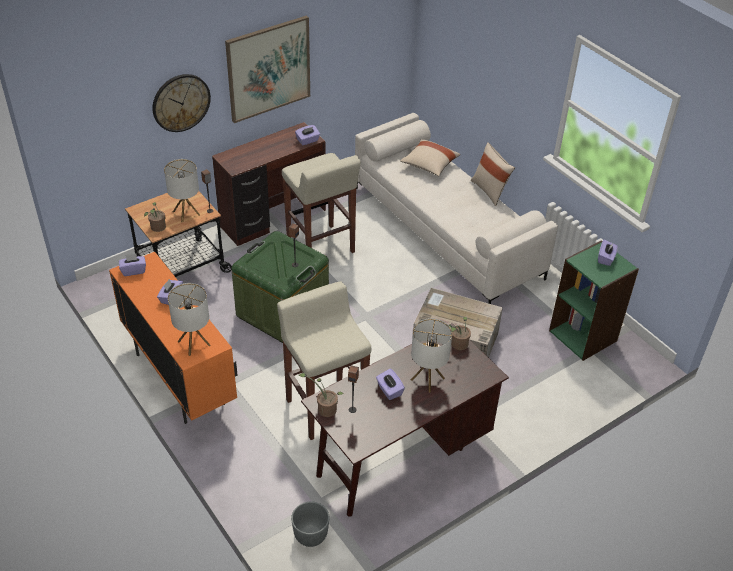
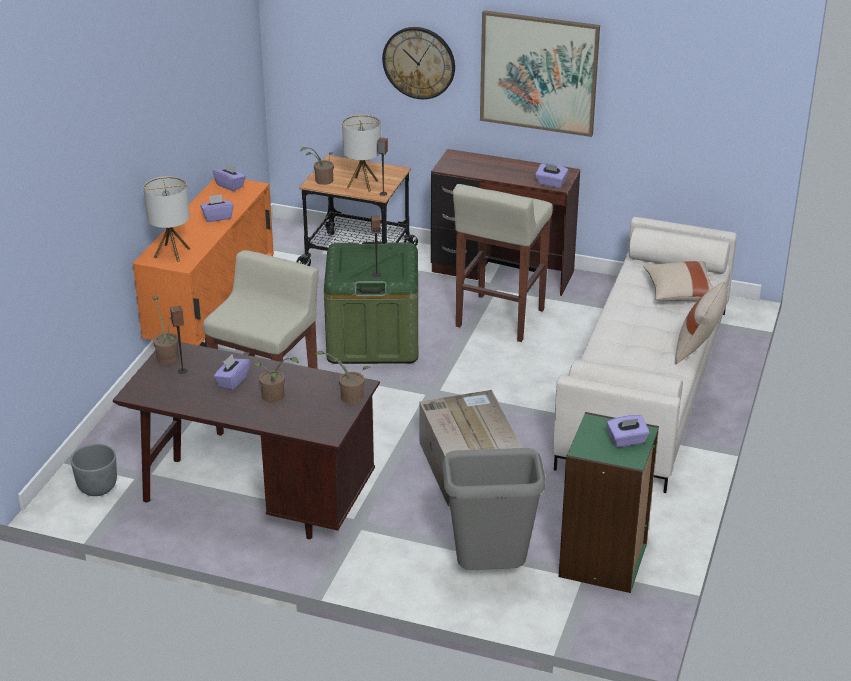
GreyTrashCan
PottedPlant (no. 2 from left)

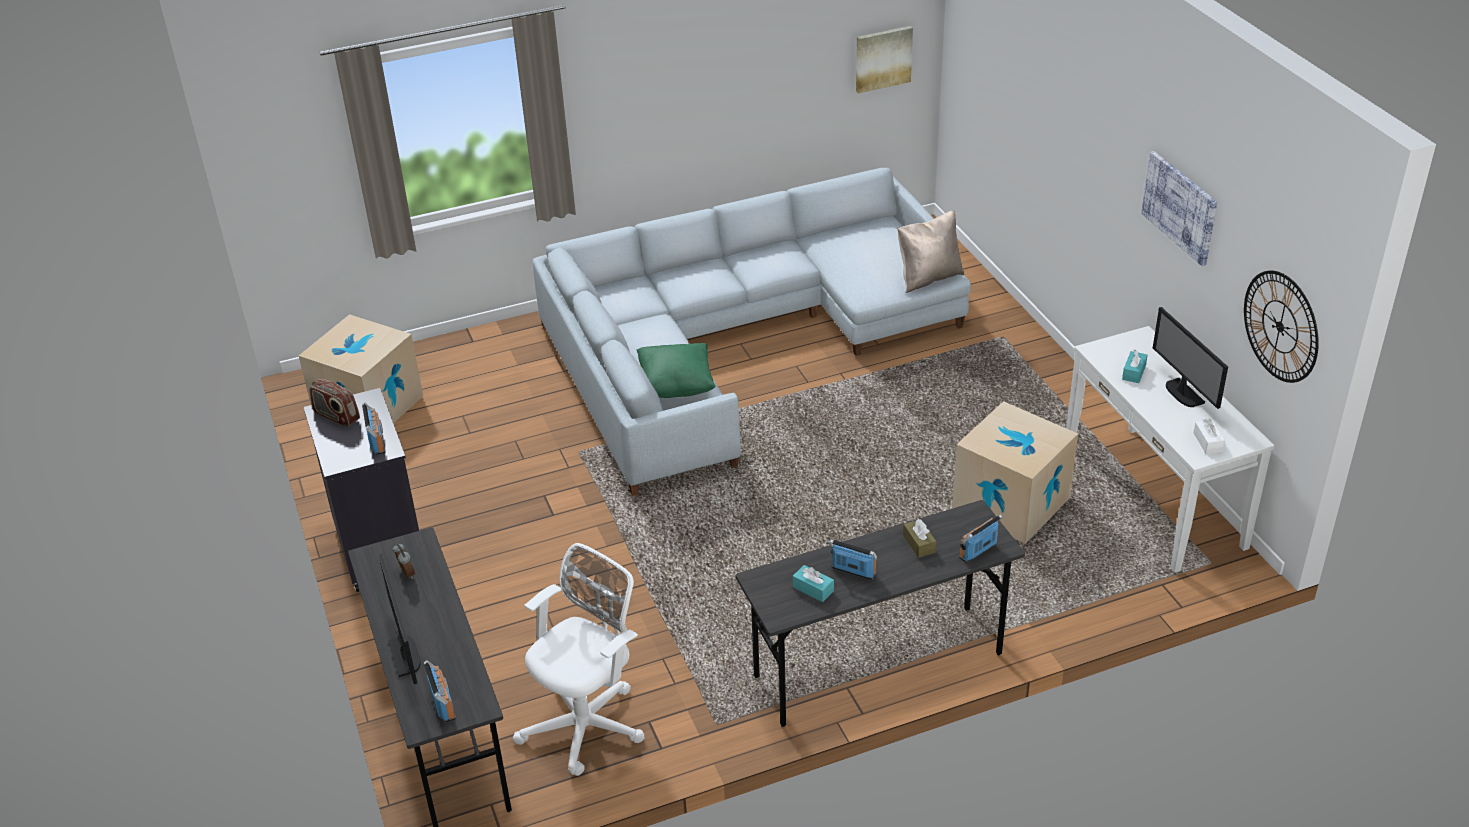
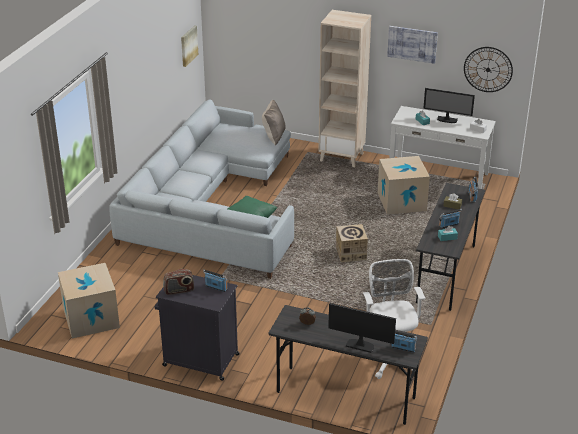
BeigeBookcase
CardboardBox (no. 2 from left)

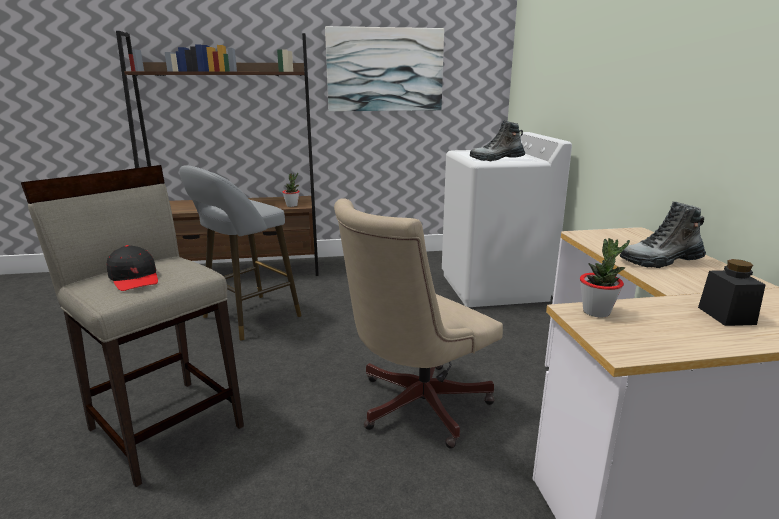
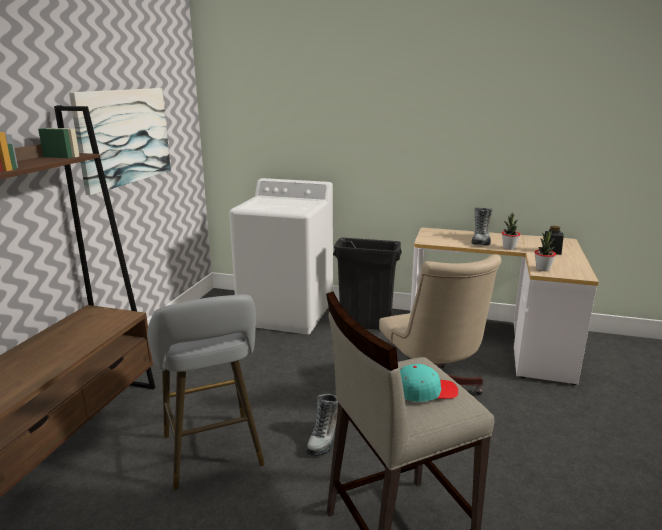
BlackTrashCan
PottedPlant (no. 1 from left)
Boot (no. 1 from left)
TurquoiseCap

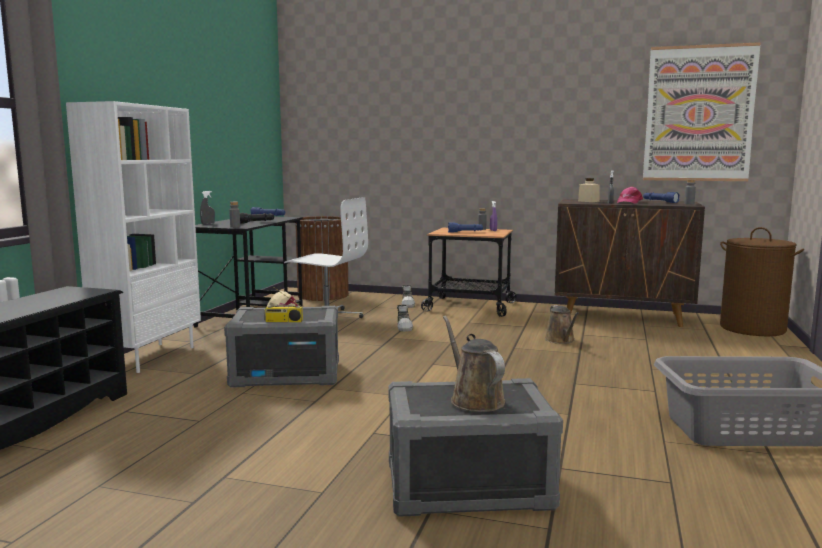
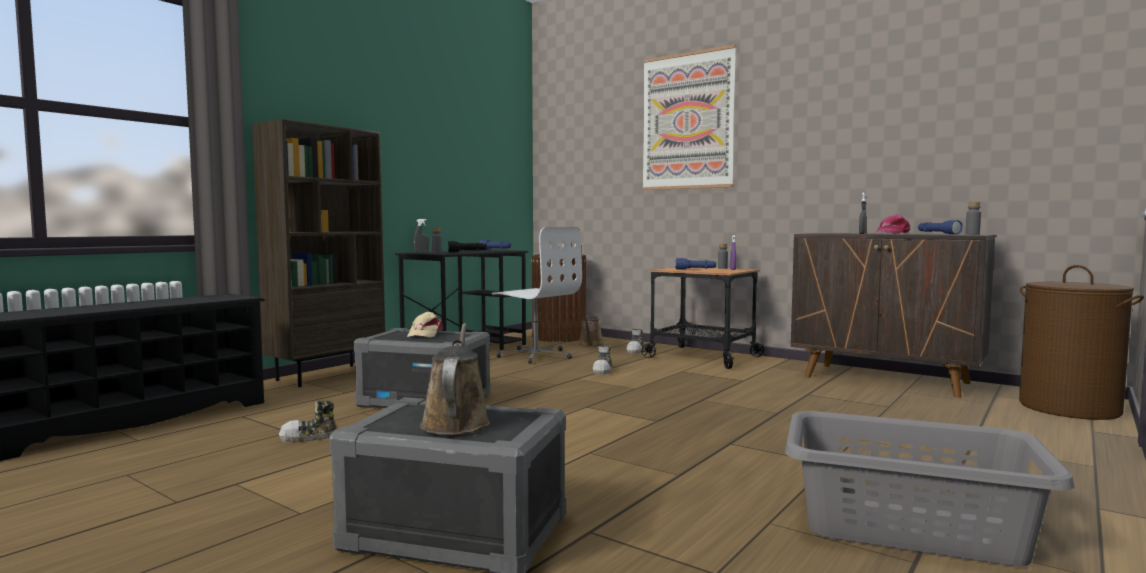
Radio
BeigeJar
Shoe (no. 1 from left)
BrownWateringCan (no. 2 from left)
Picture
BrownBookcase

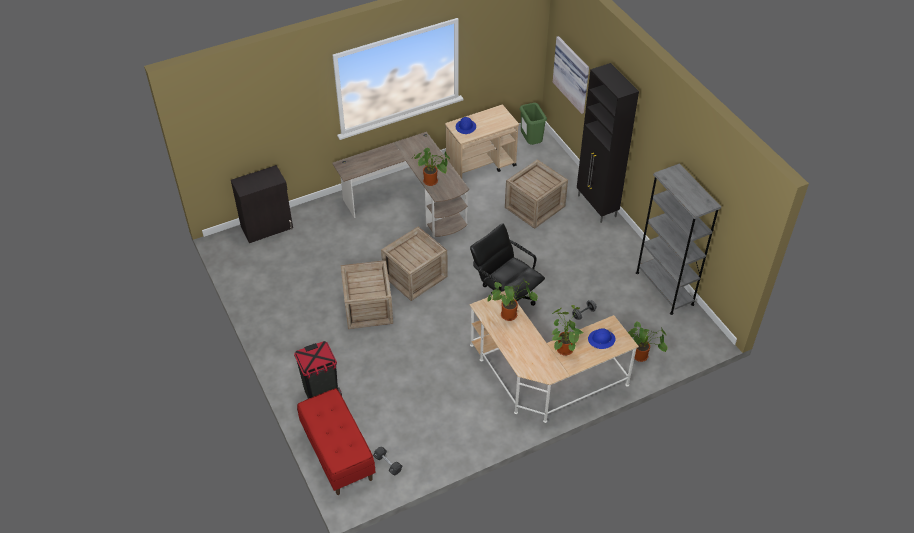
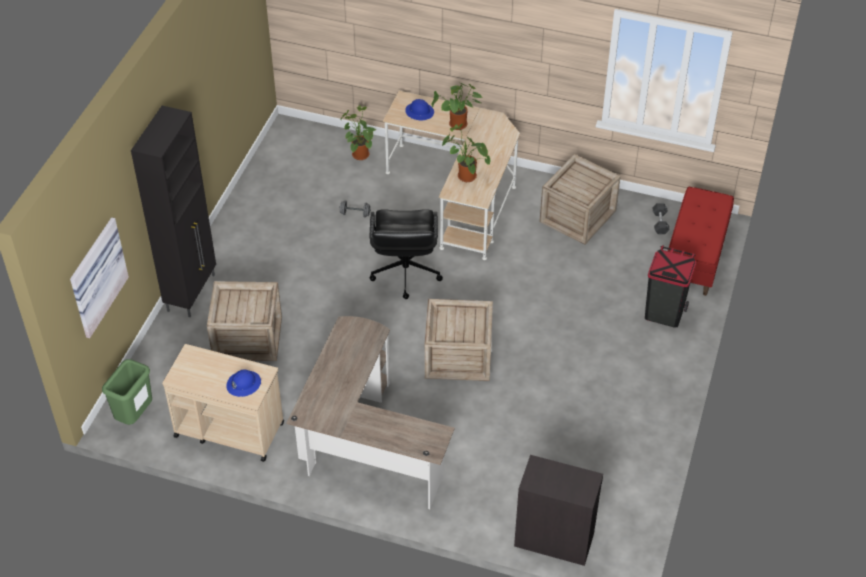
PottedPlant (no. 1 from left in the first image)
GreyBookcase
Crate (no. 3 from left)

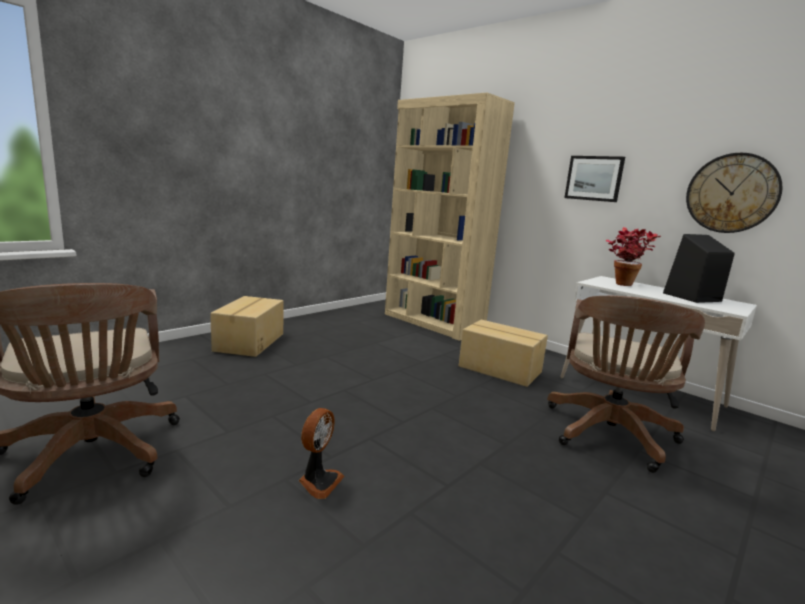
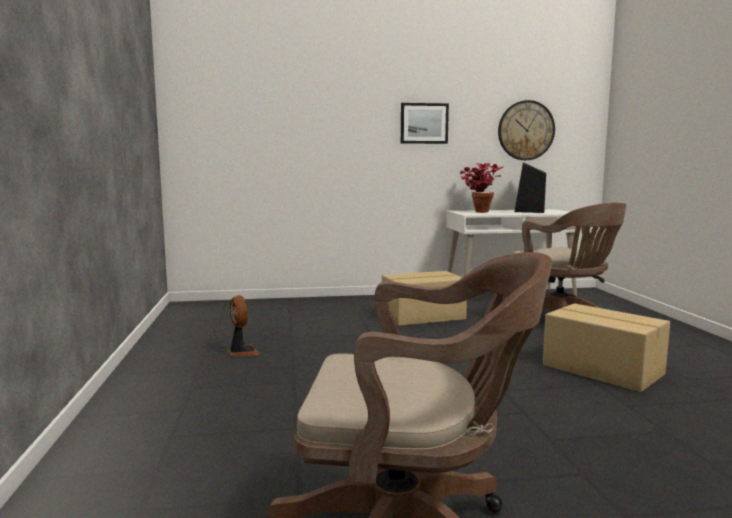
BeigeBookcase
CardboardBox (no. 2 from left)
Fan

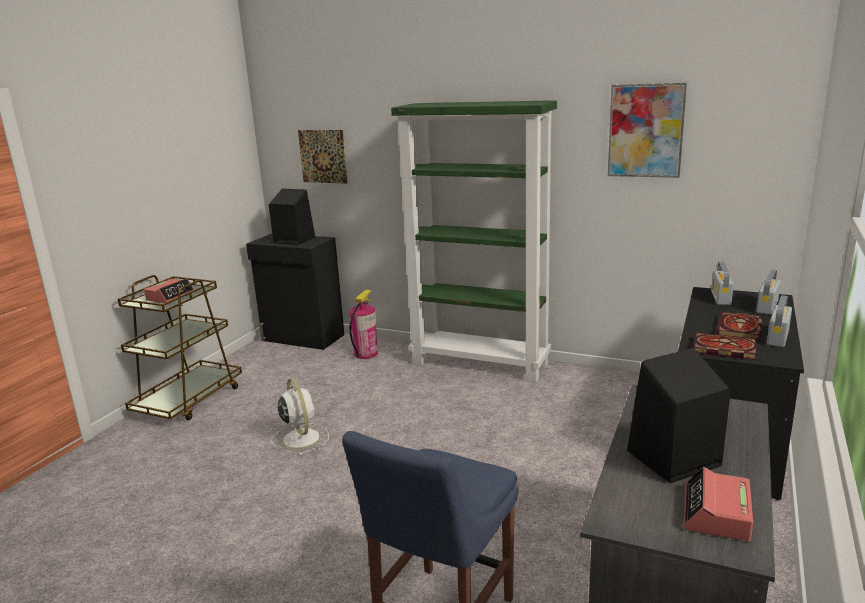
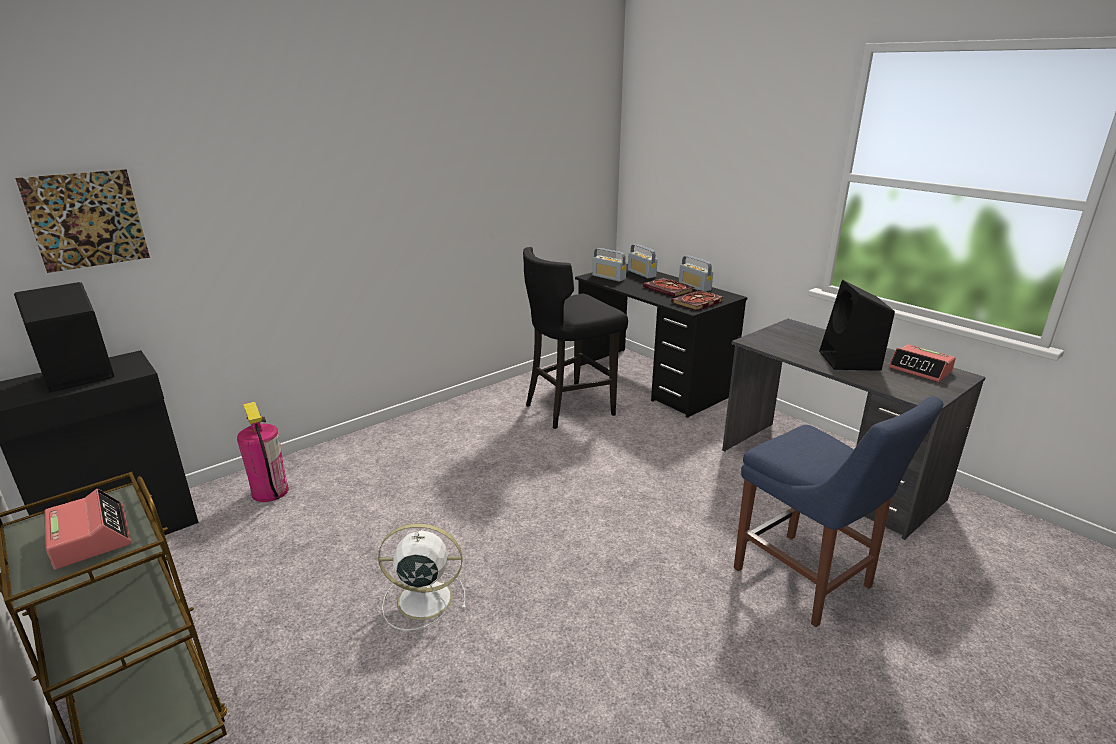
GreenBookcase
Picture (no. 2 from left in the first image)
BlackStool

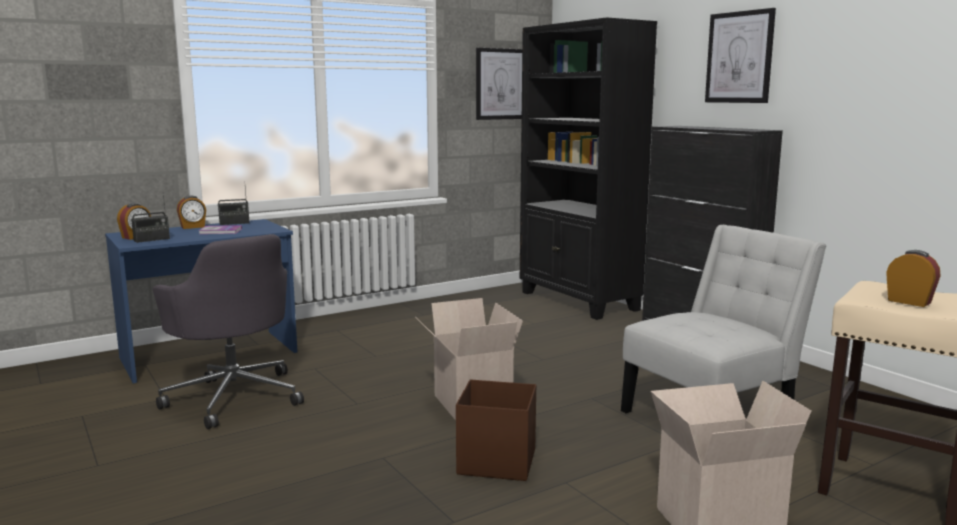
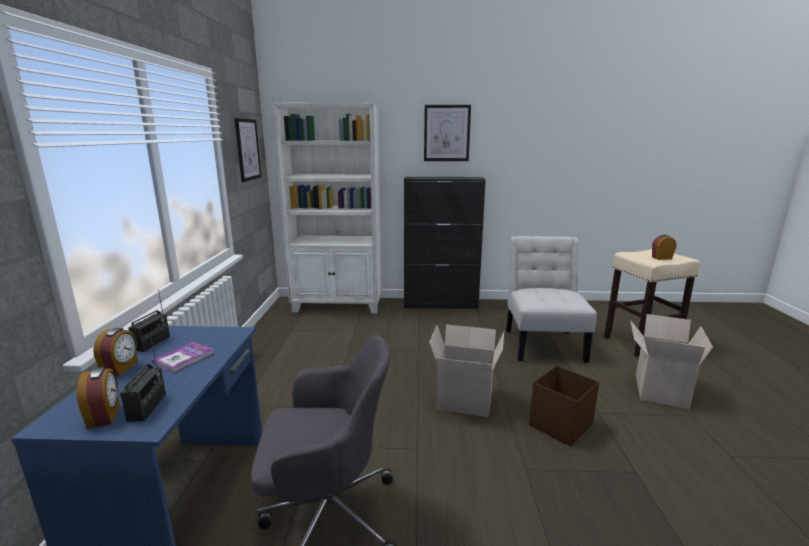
WhiteBookcase

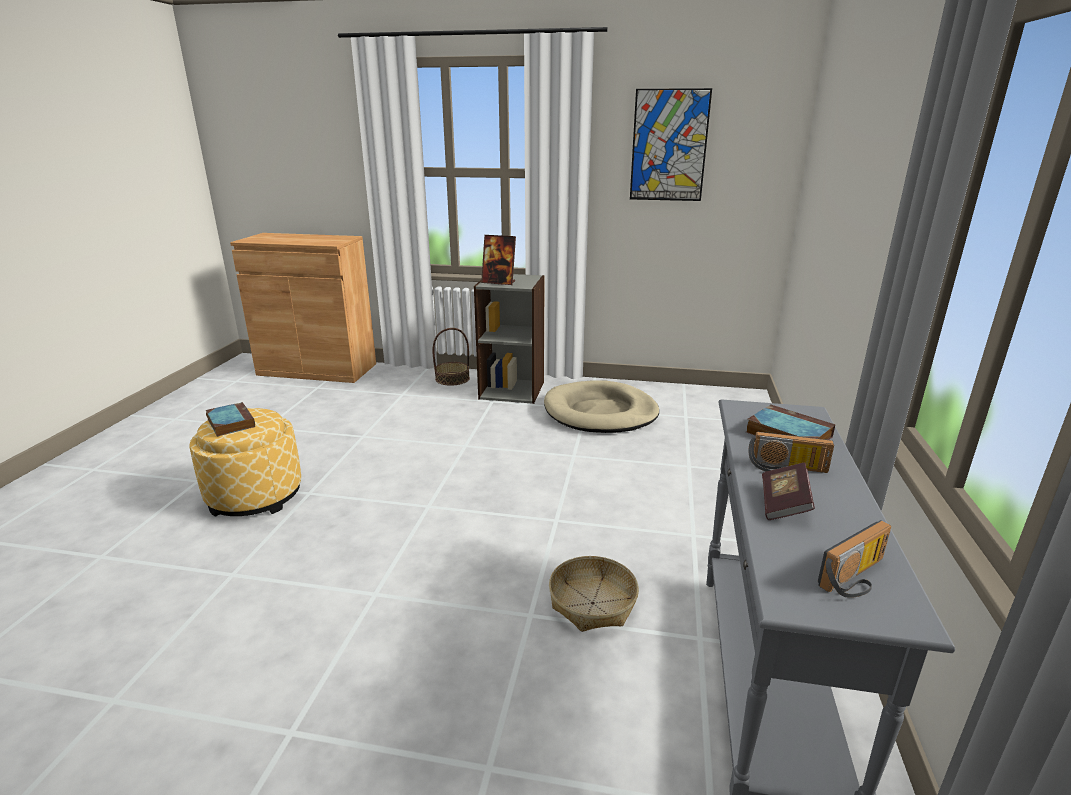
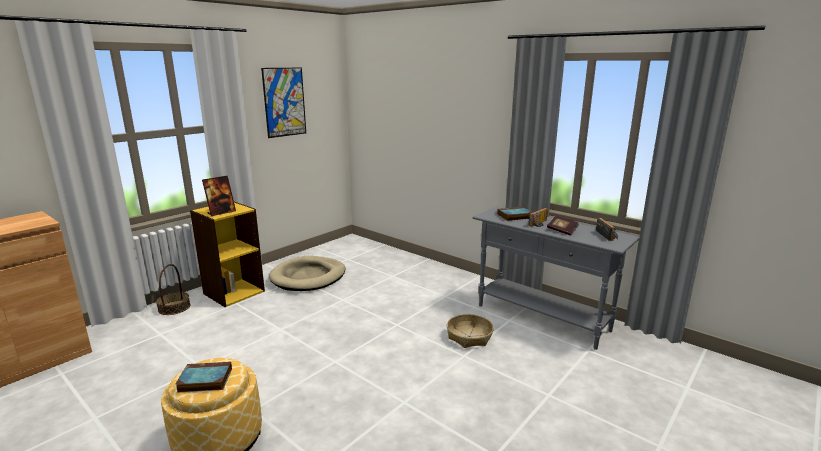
YellowBookcase

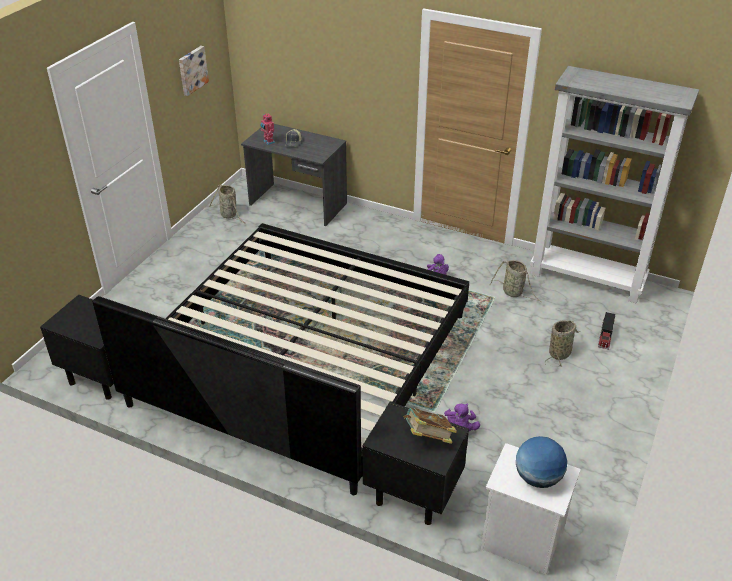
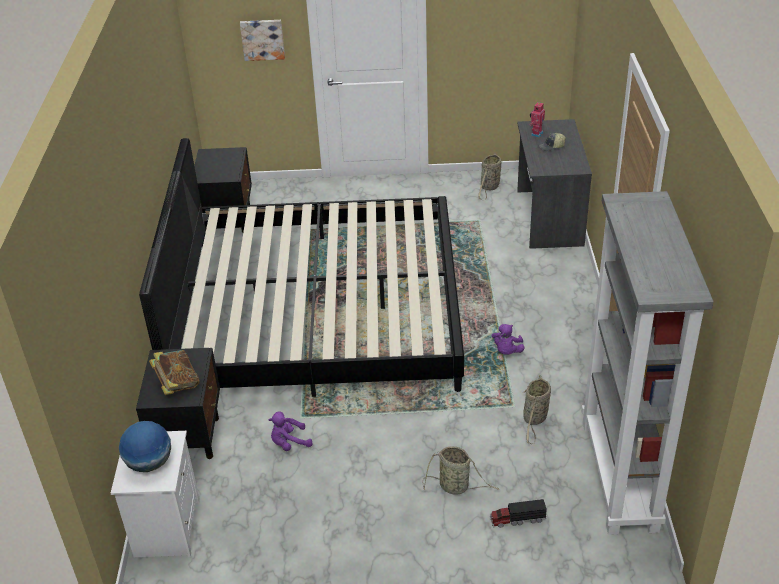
Picture

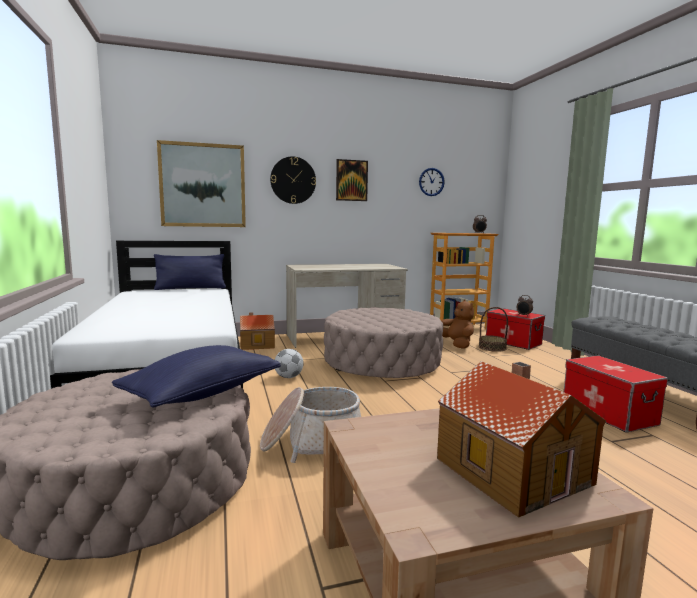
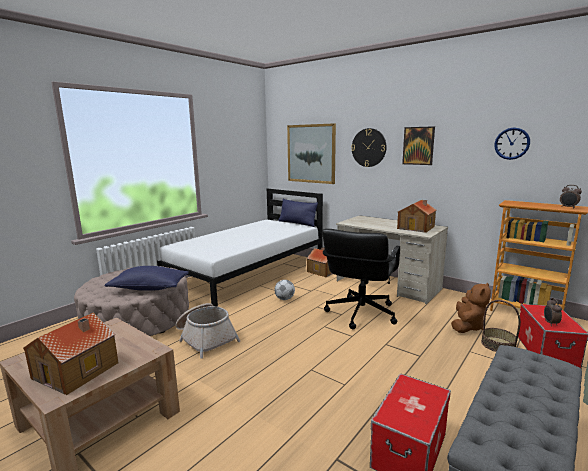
ToyHouse (no. 3 from left)
BlackOfficeChair

